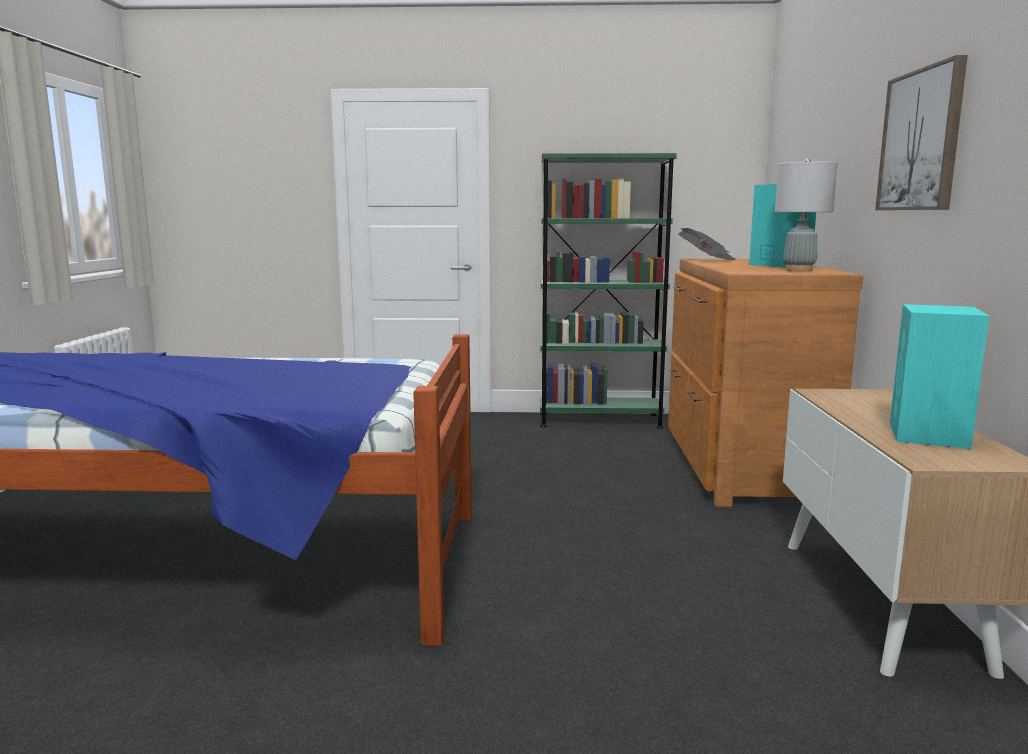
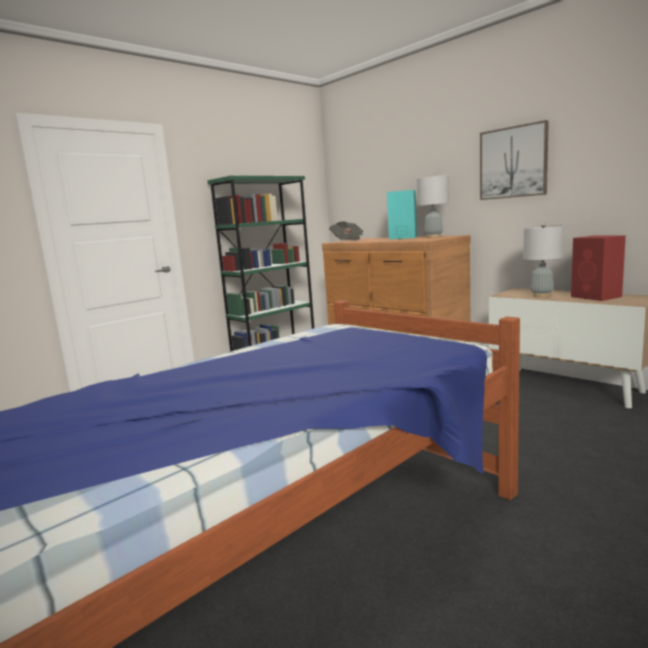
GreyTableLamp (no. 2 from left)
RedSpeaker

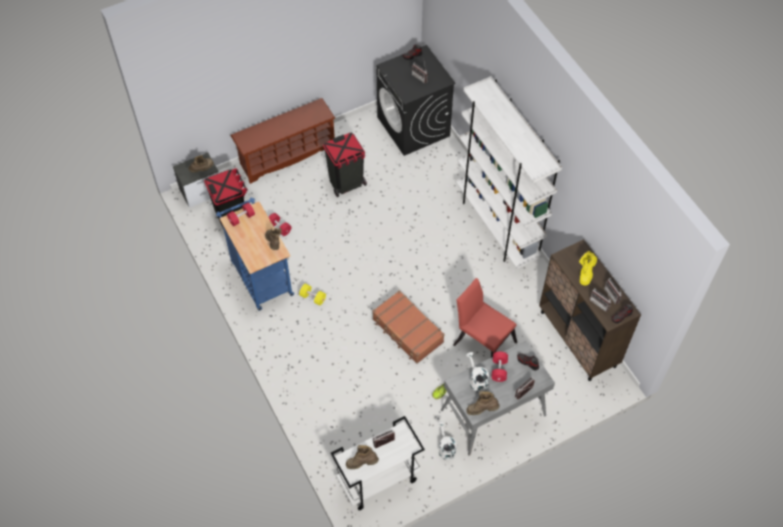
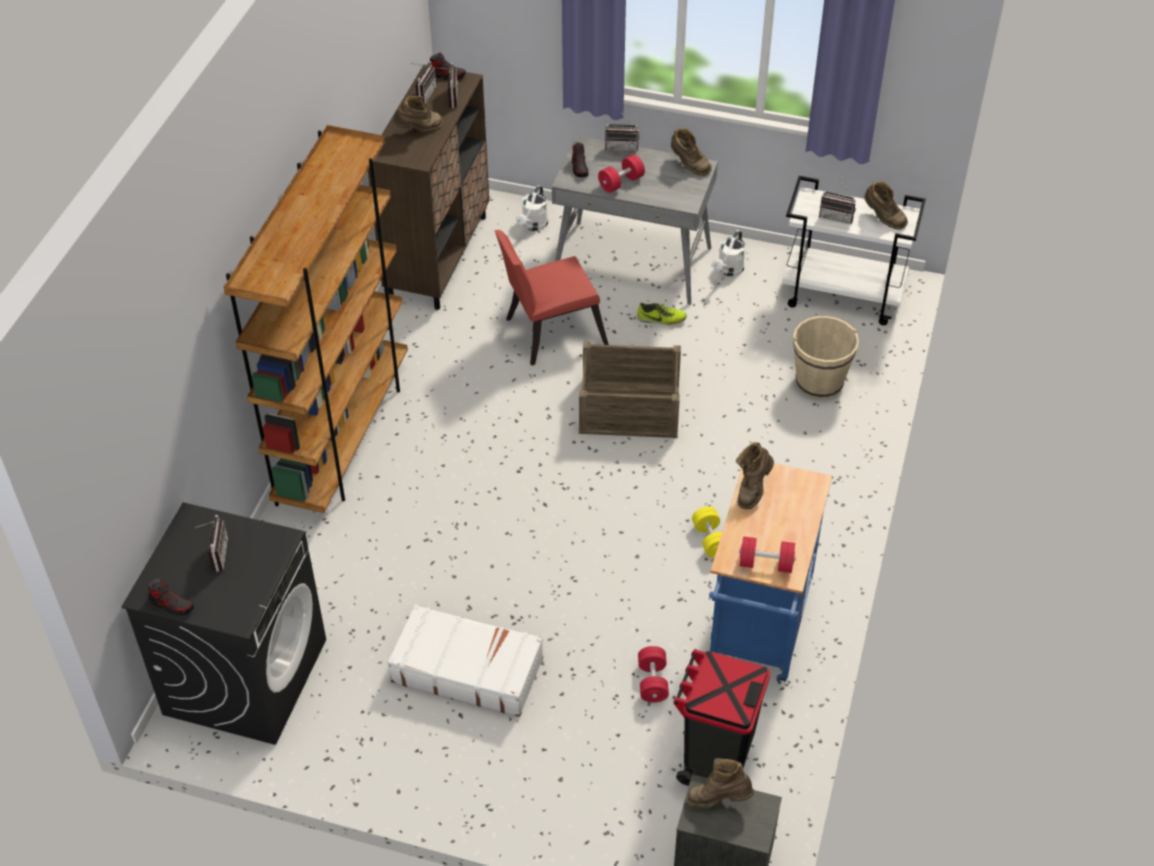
BrownShoeRack
BeigeBucket
WhiteWateringCan (no. 1 from left)
WhiteSuitcase
Crate
BrownBookcase
BrownBoot (no. 1 from left)
RedChair

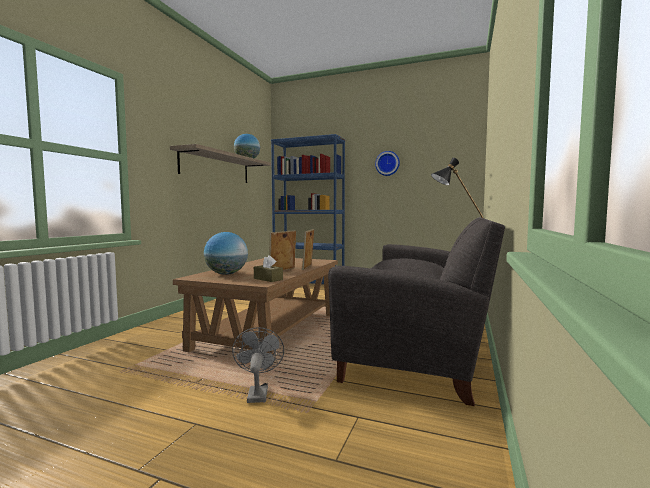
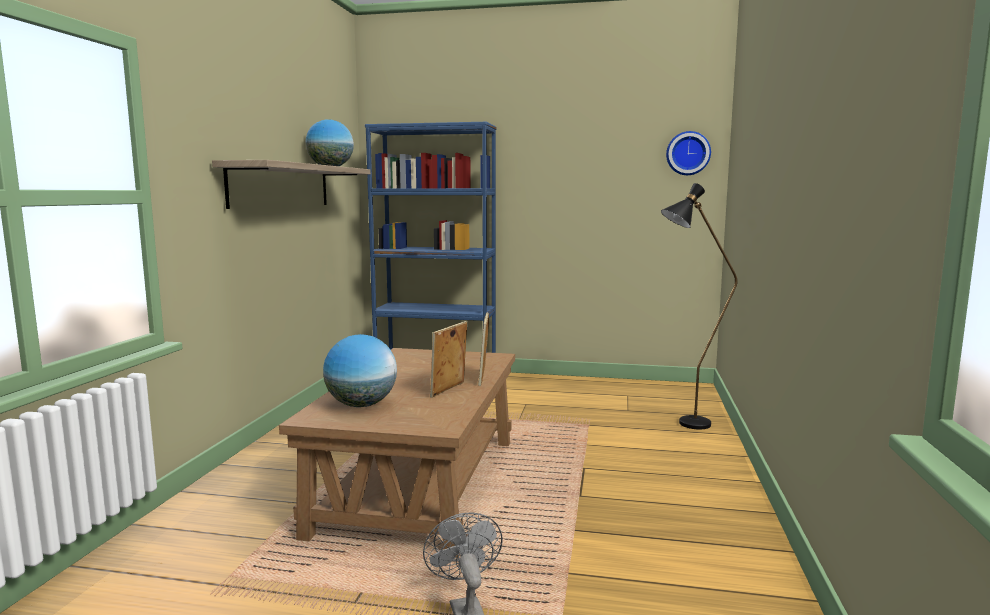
BrownTissueBox
GreySofa
WallClock

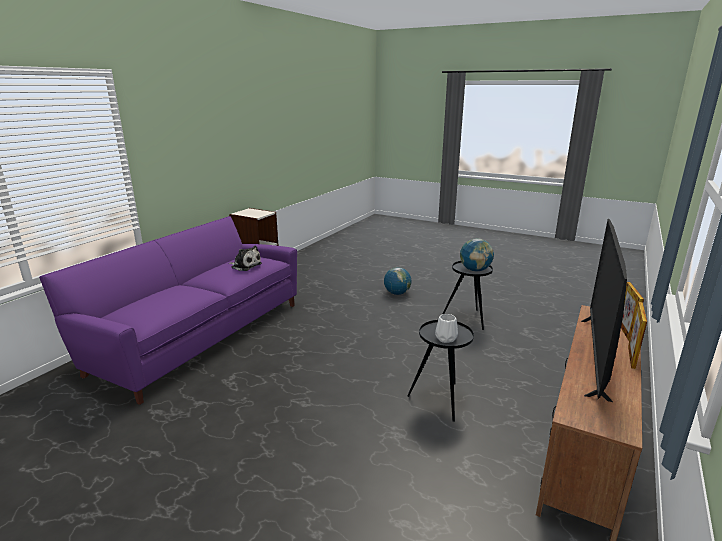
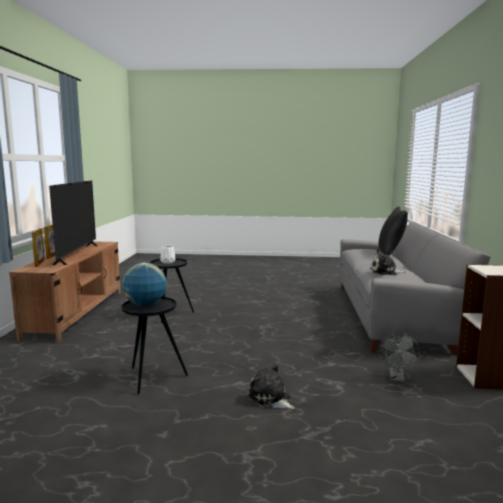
BlackPillow
GreyFan
PlushToy (no. 1 from left)
GreySofa

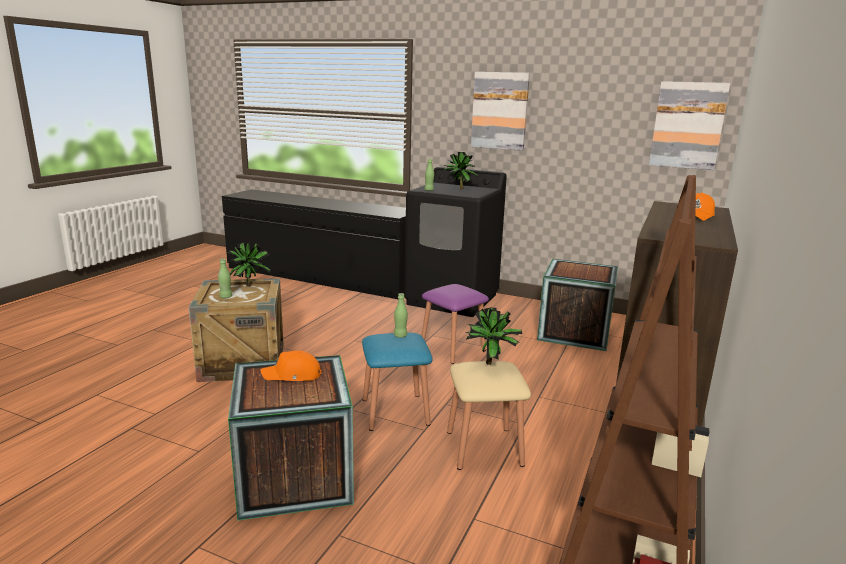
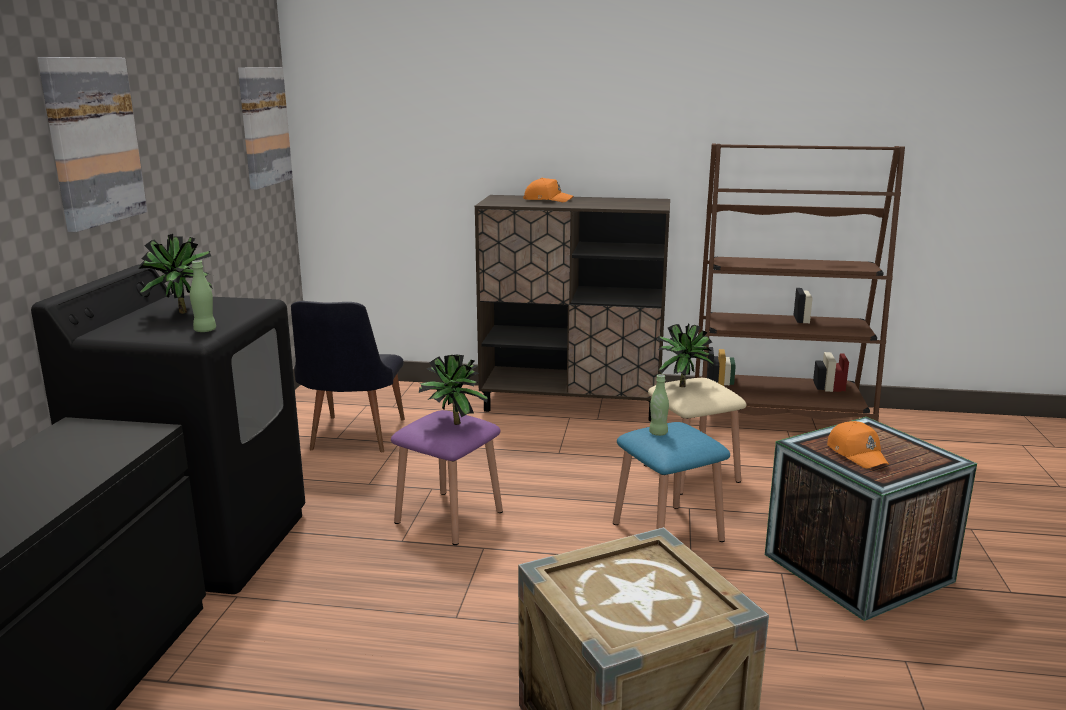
GreenBottle (no. 1 from left in the first image)
PottedPlant (no. 2 from left)
BlackChair

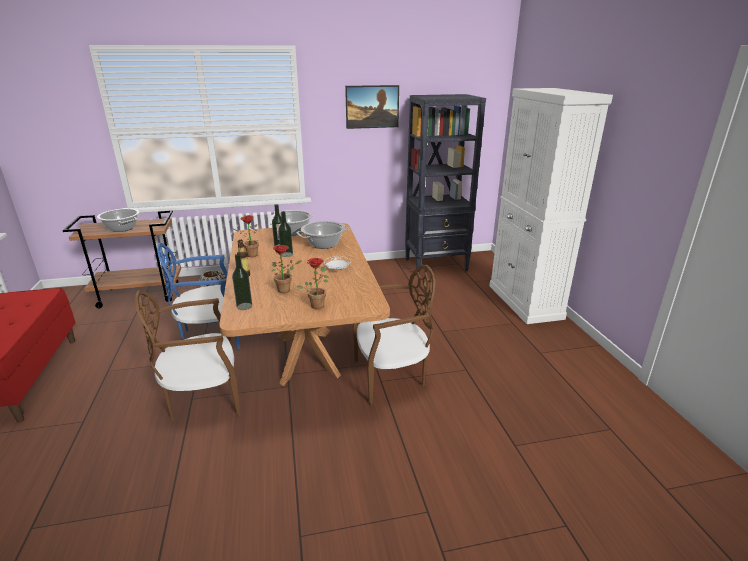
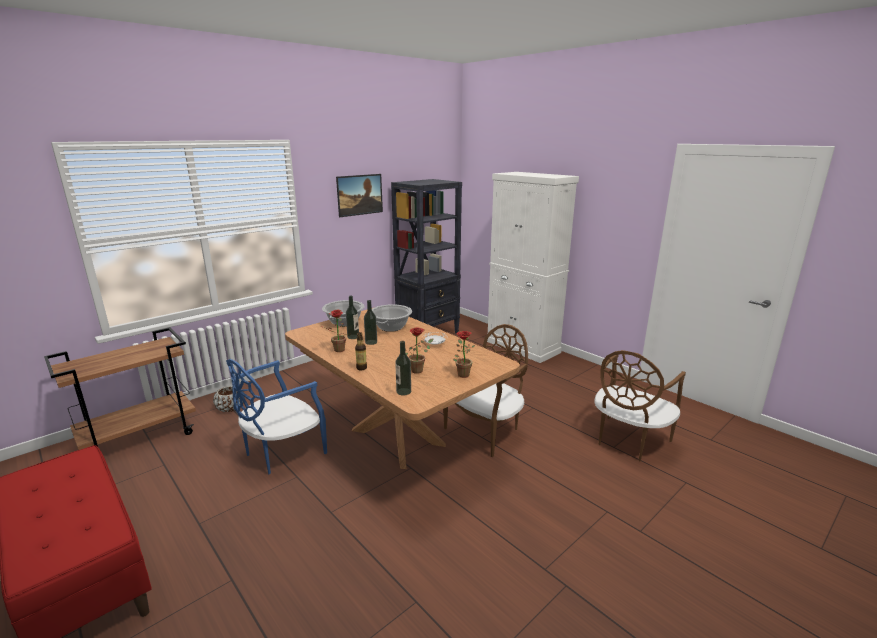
CookingPot (no. 1 from left in the first image)
BrownChair (no. 2 from left)

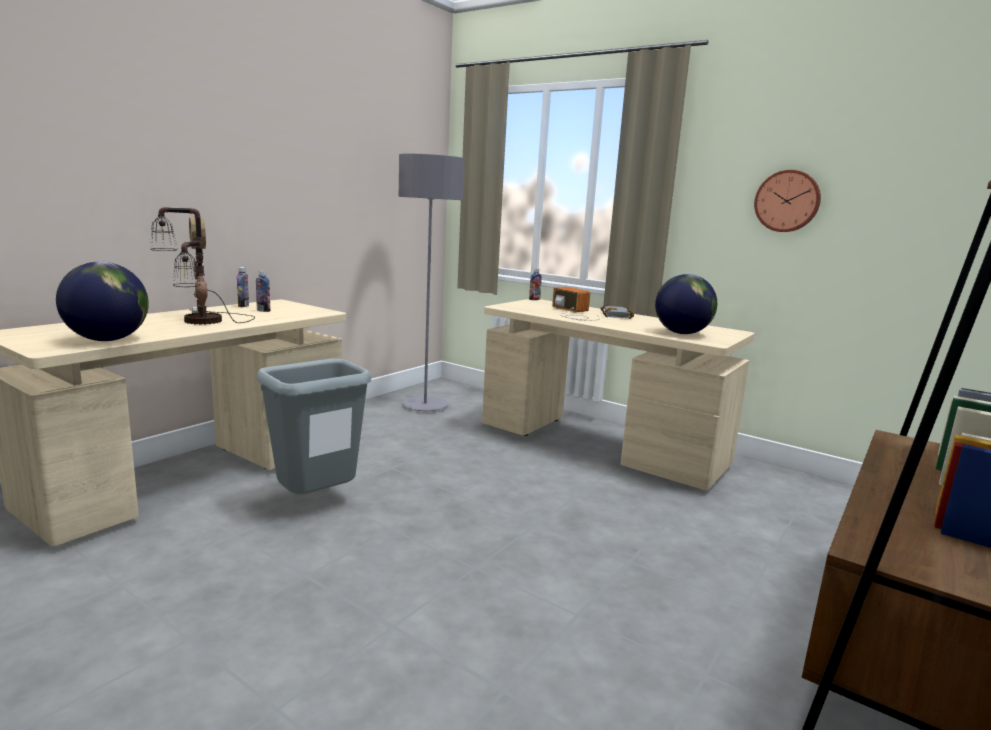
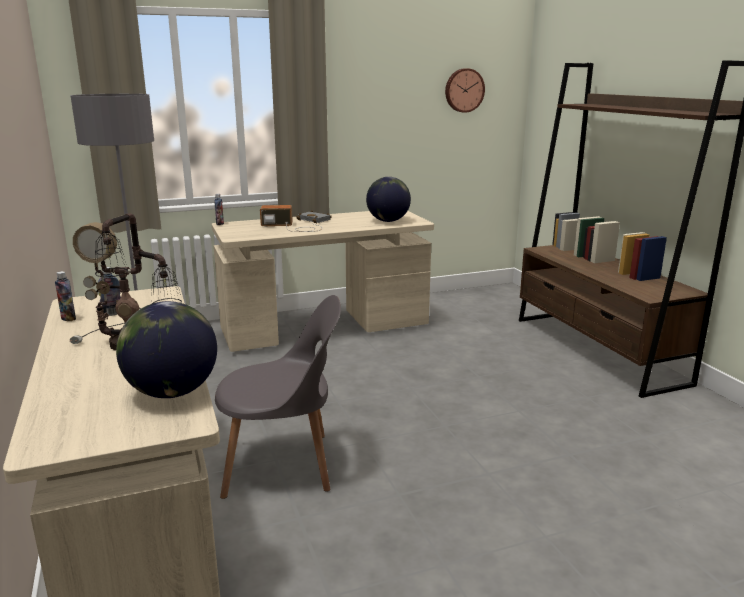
WallClock
GreyChair

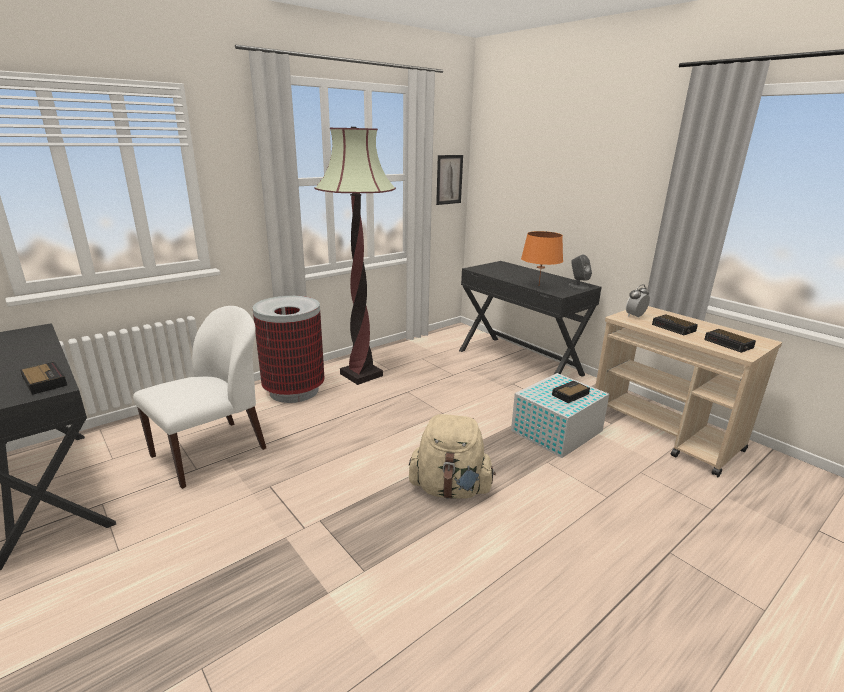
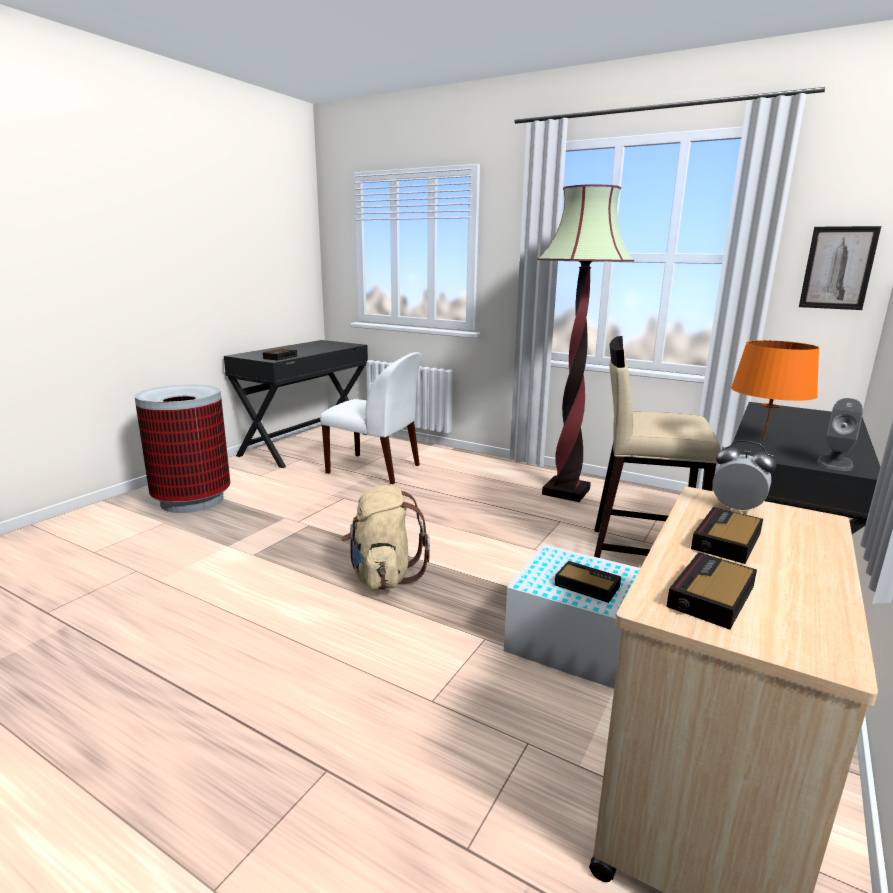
BeigeStool
TrashCan

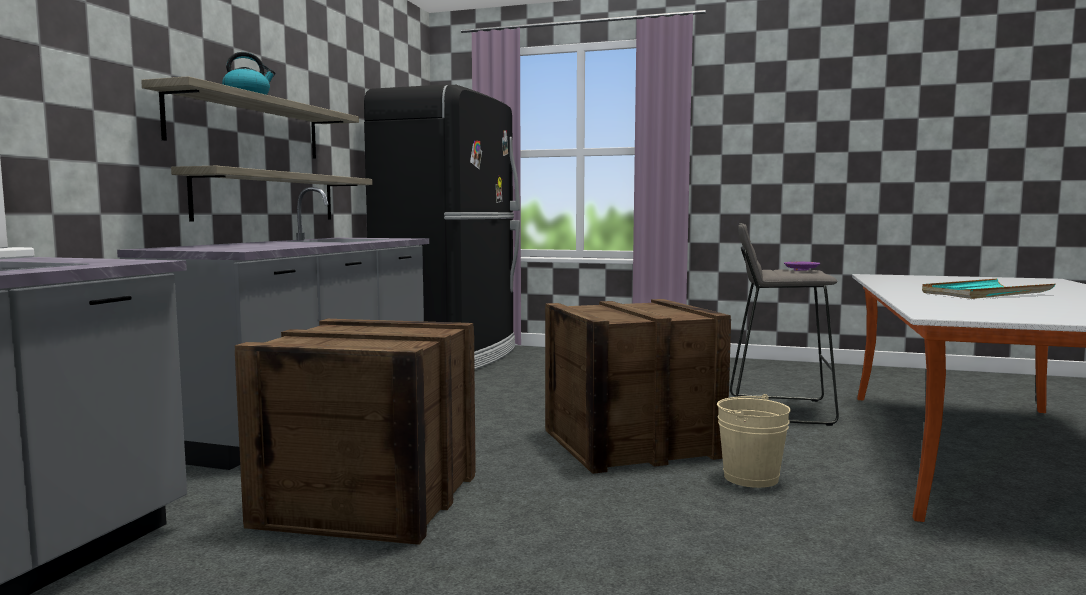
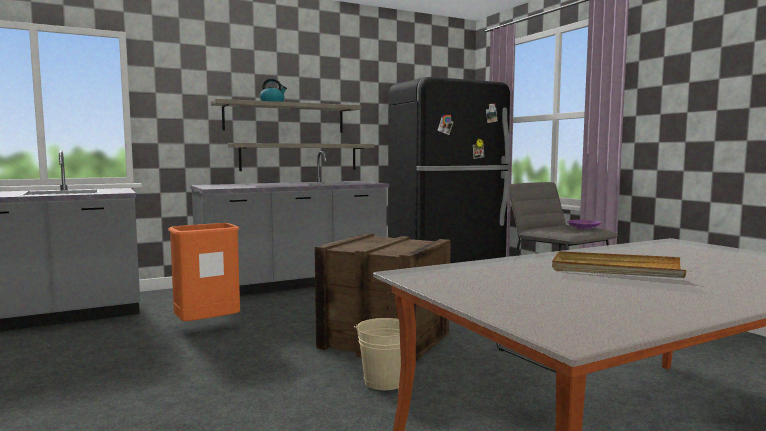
OrangeTrashCan
BeigeTray

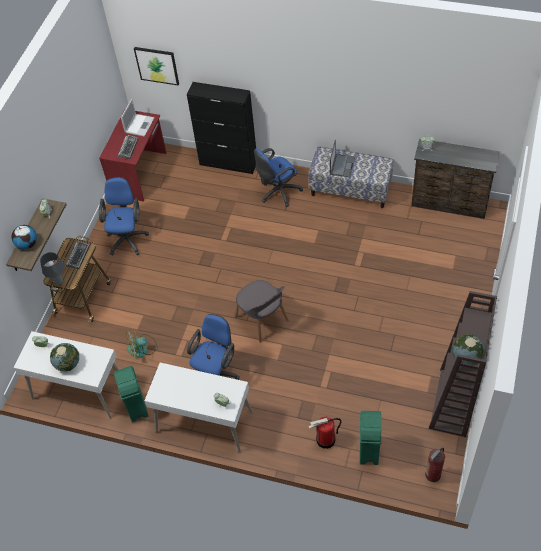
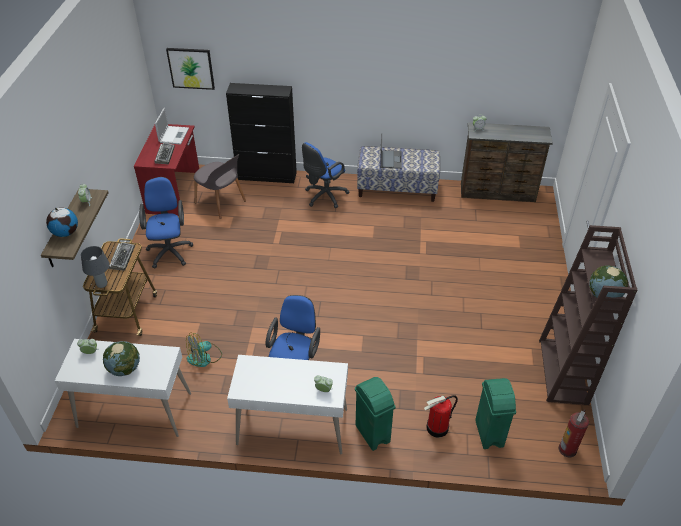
GreenTrashCan (no. 1 from left)
GreyChair

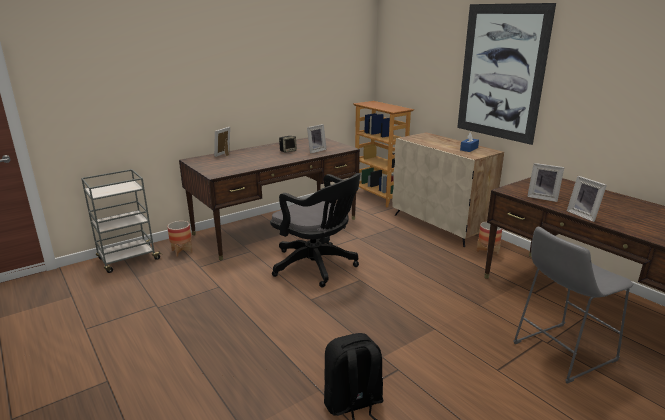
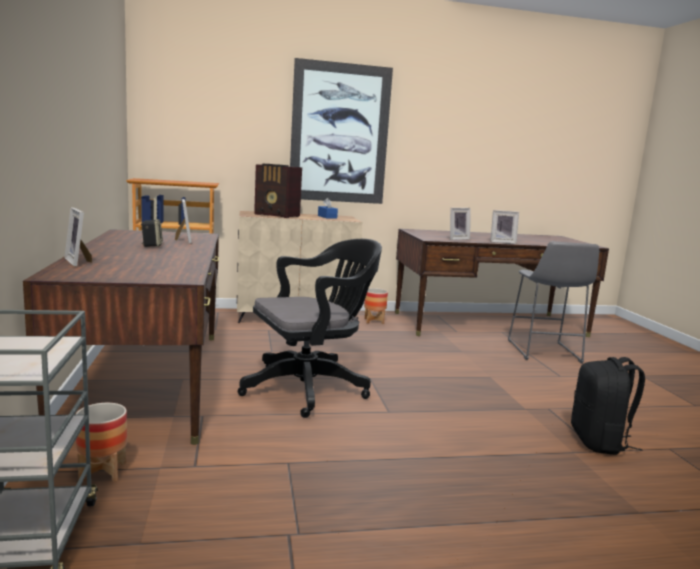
Radio

